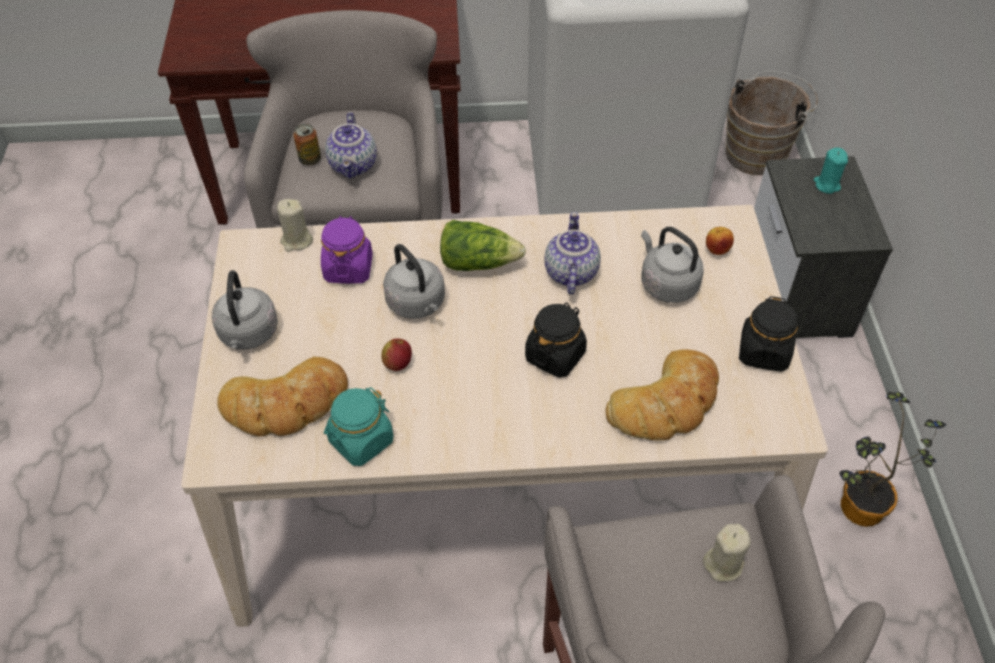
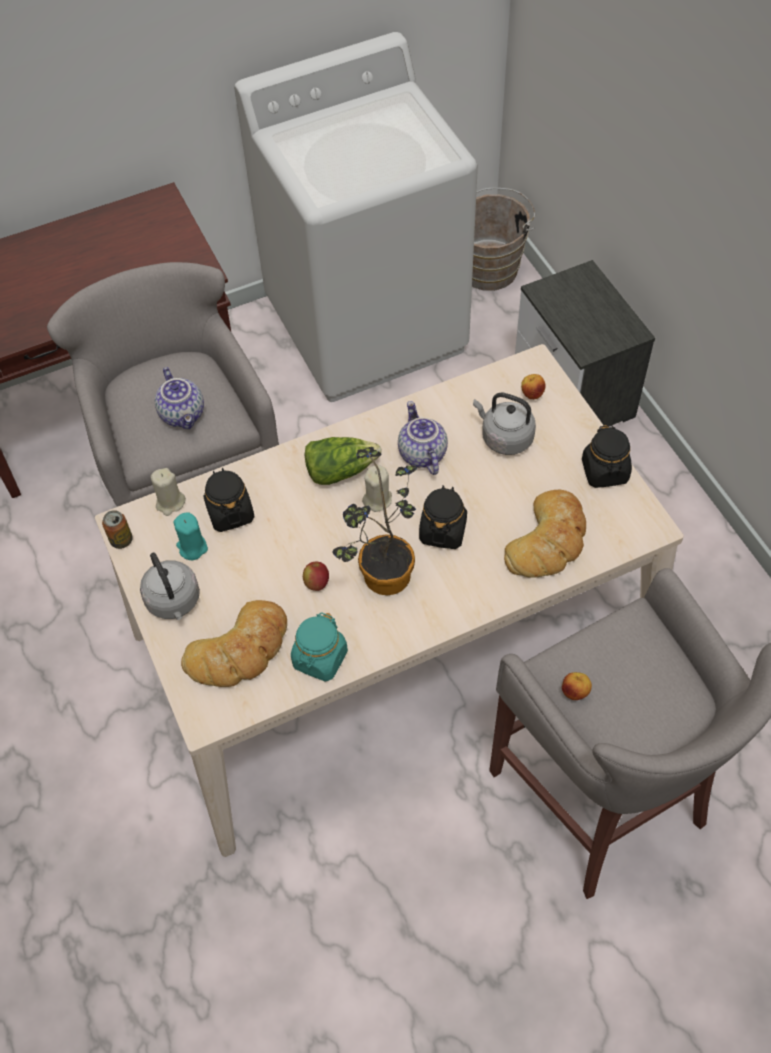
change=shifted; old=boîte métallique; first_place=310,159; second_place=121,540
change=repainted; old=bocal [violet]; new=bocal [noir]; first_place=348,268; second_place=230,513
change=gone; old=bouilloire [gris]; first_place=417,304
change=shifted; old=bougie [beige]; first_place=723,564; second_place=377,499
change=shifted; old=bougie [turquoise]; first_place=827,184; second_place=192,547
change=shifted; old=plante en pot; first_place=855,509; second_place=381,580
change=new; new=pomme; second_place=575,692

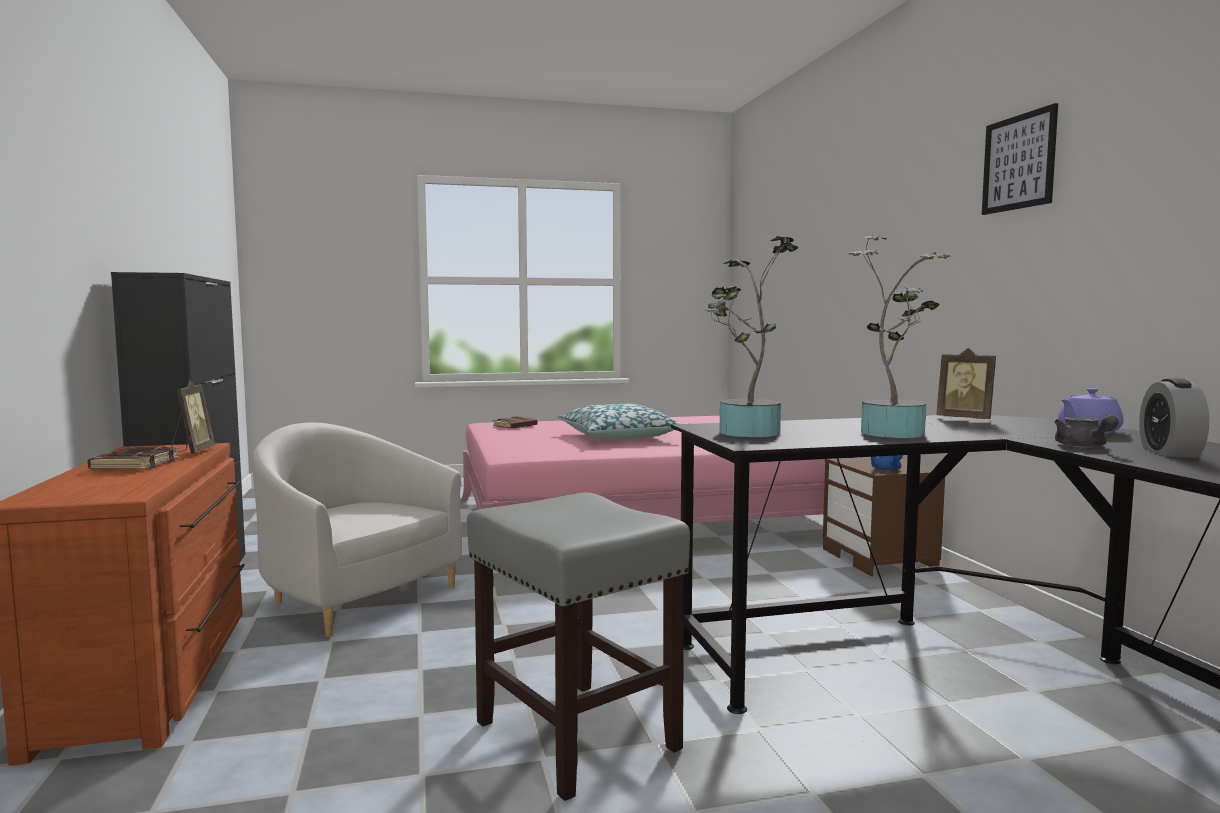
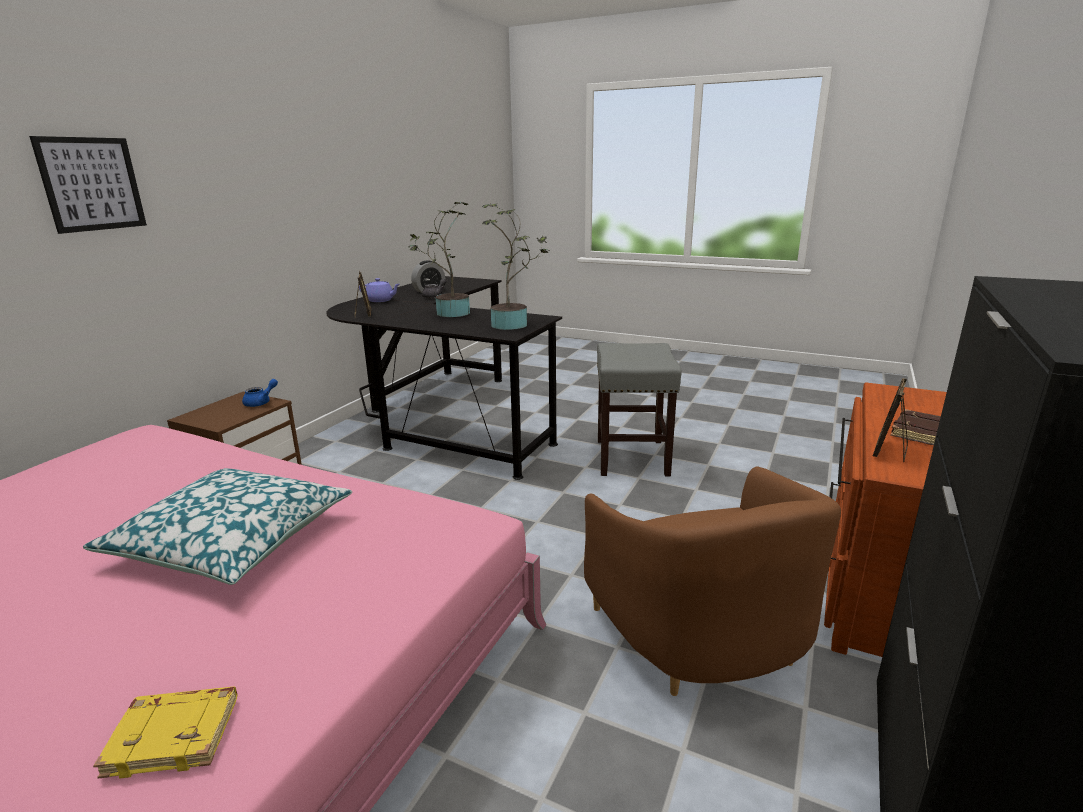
change=repainted; old=fauteuil [blanc]; new=fauteuil [marron]; first_place=354,596; second_place=702,637
change=repainted; old=livre [marron]; new=livre [jaune]; first_place=515,426; second_place=176,735
change=shifted; old=tableau; first_place=1019,162; second_place=91,184

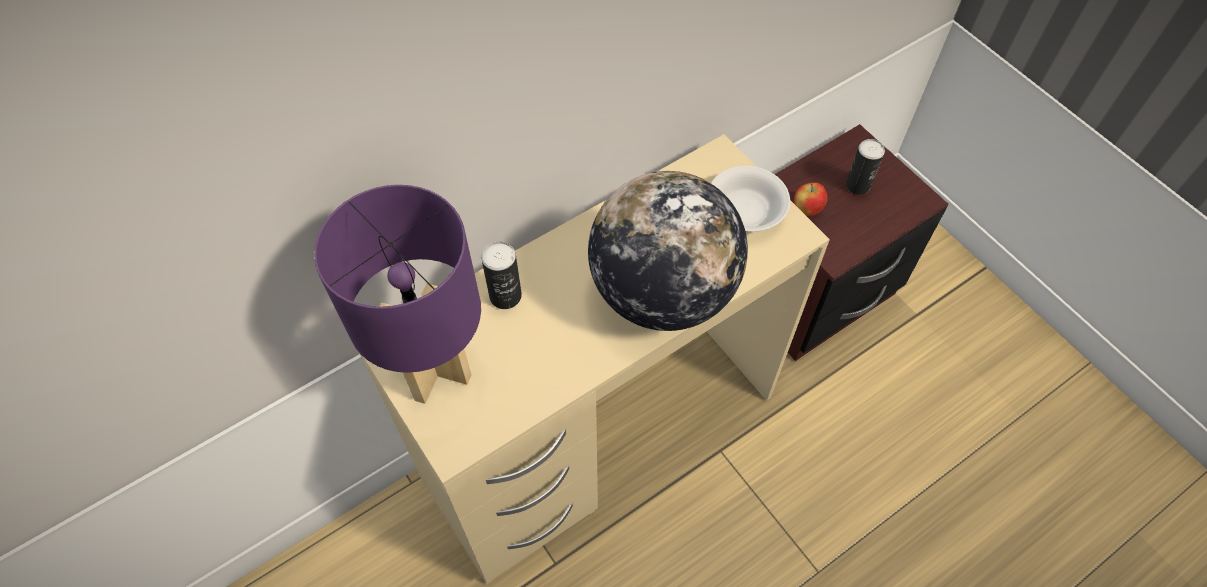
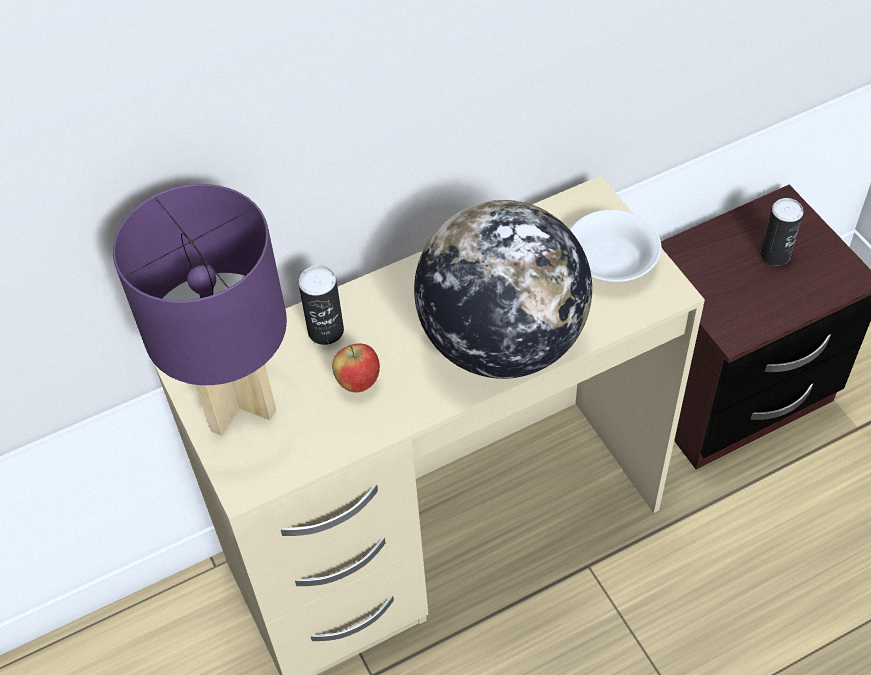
change=shifted; old=pomme; first_place=807,209; second_place=358,382

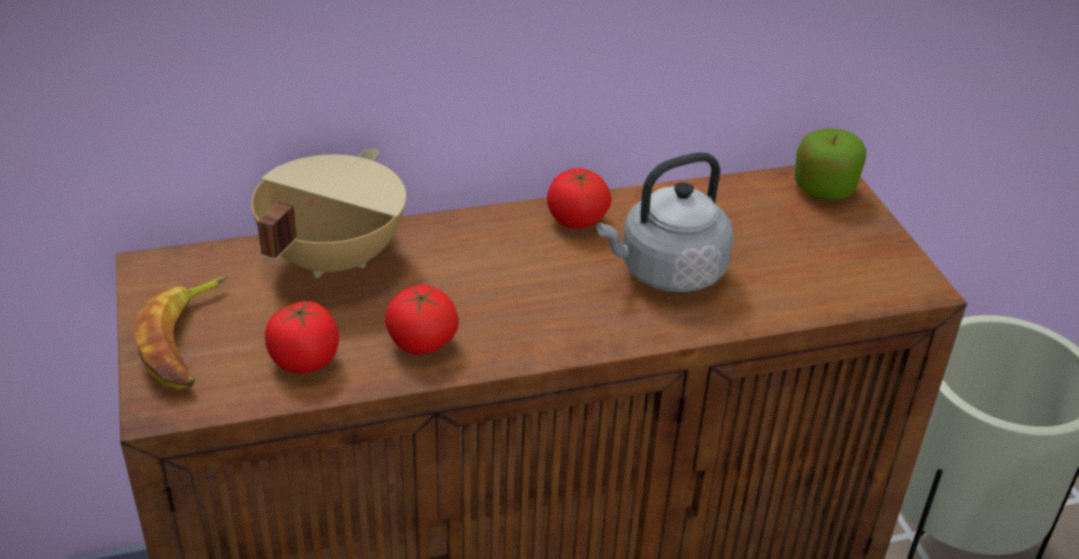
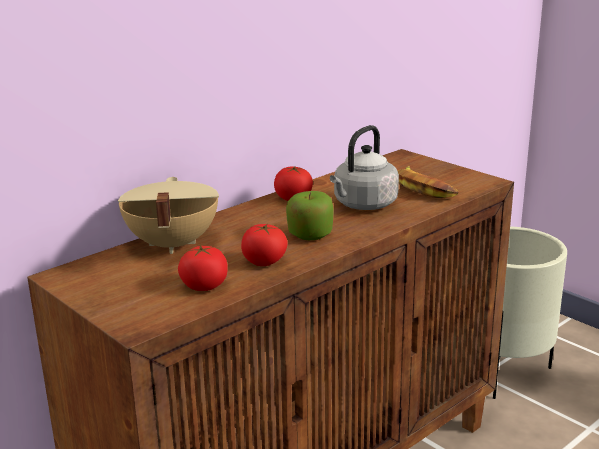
change=shifted; old=banane; first_place=186,341; second_place=424,188
change=shifted; old=pomme; first_place=824,189; second_place=310,234

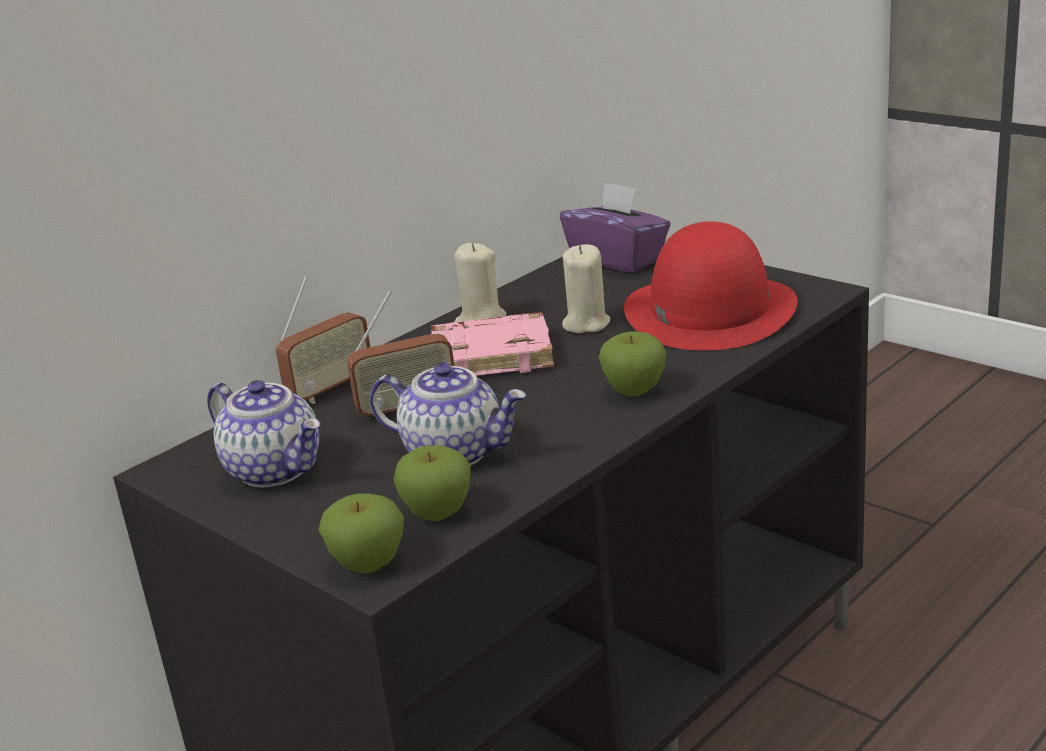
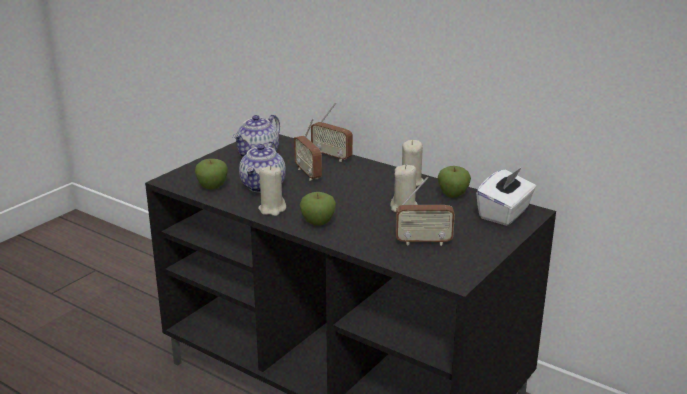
change=shifted; old=pomme; first_place=368,564; second_place=453,195
change=gone; old=livre [rose]; first_place=493,355
change=repainted; old=boîte à mouchoirs [violet]; new=boîte à mouchoirs [blanc]; first_place=618,259; second_place=504,213
change=swapped; old=chapeau [rouge]; new=radio; first_place=709,310; second_place=423,242
change=new; new=bougie [beige]; second_place=272,209

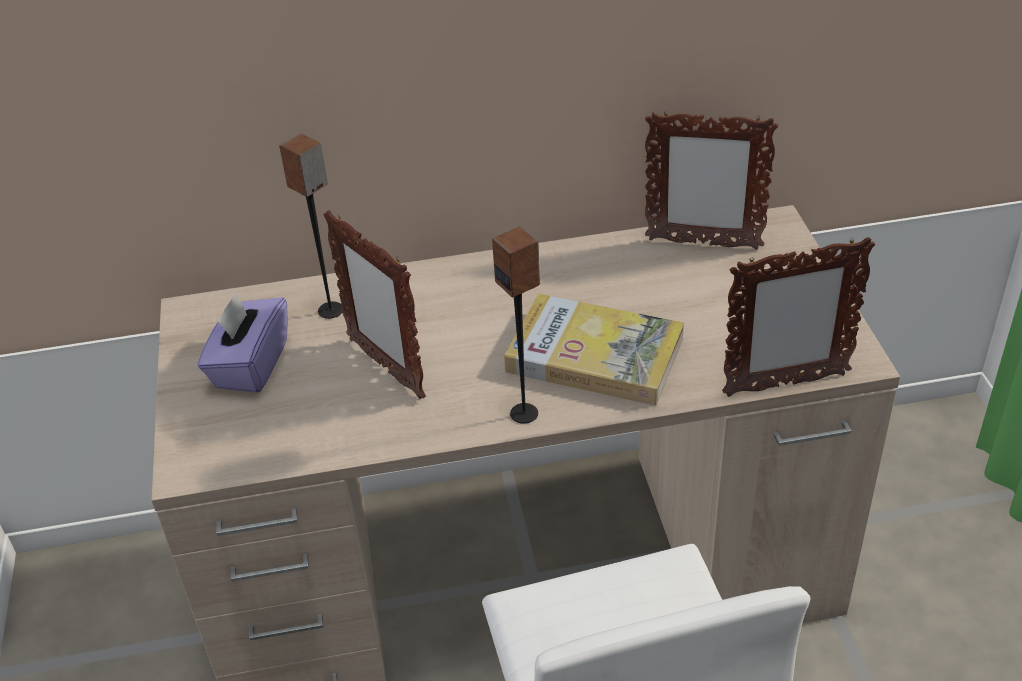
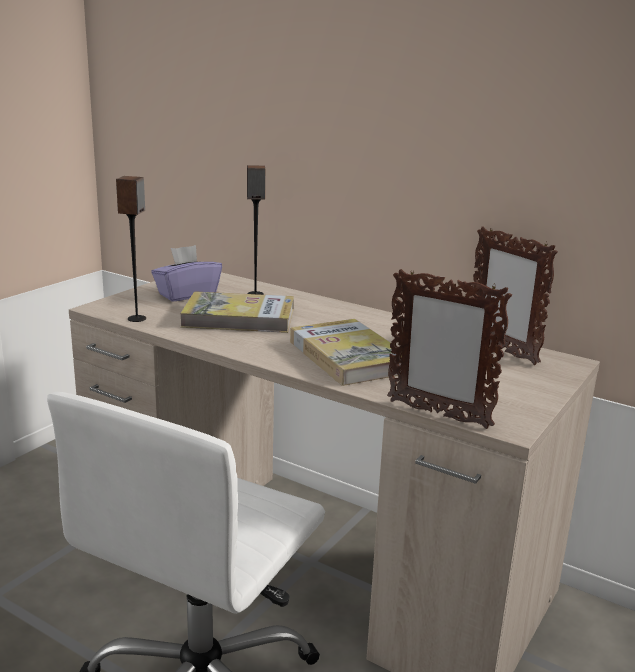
change=swapped; old=cadre photo; new=livre; first_place=385,368; second_place=239,318
change=shifted; old=enceinte; first_place=524,413; second_place=137,319

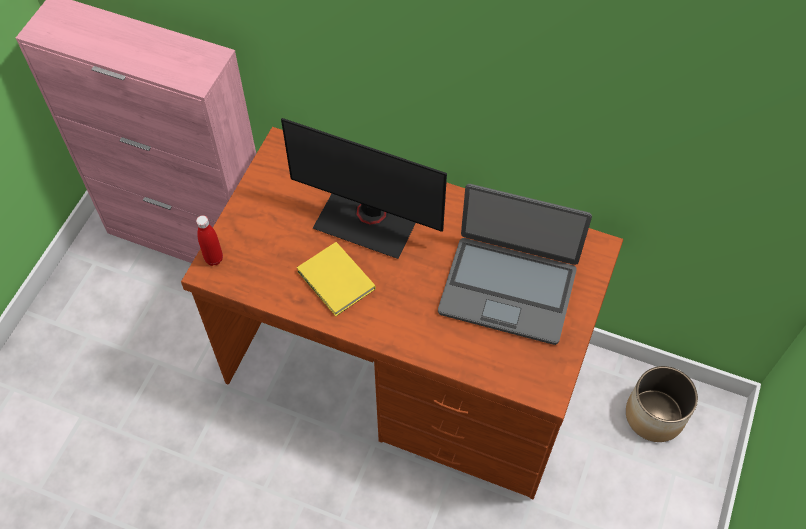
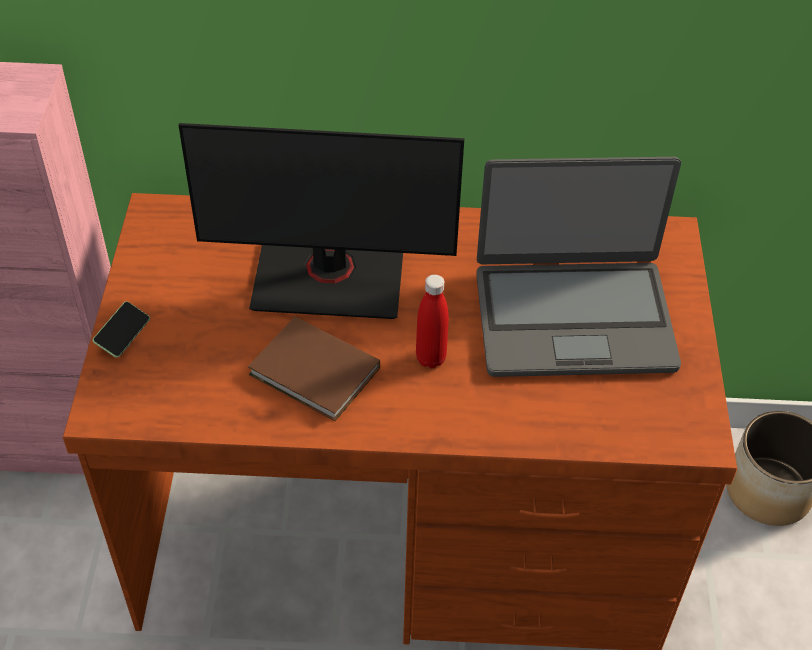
change=shifted; old=bouteille [rouge]; first_place=214,259; second_place=430,358
change=repainted; old=livre [jaune]; new=livre [marron]; first_place=336,282; second_place=316,374
change=new; new=téléphone; second_place=123,335

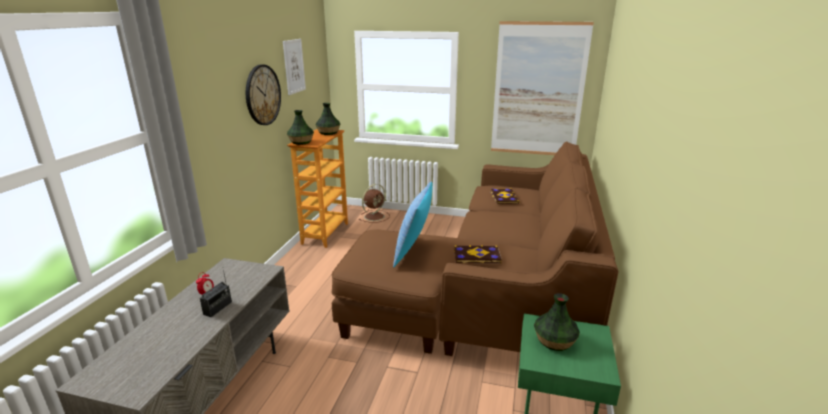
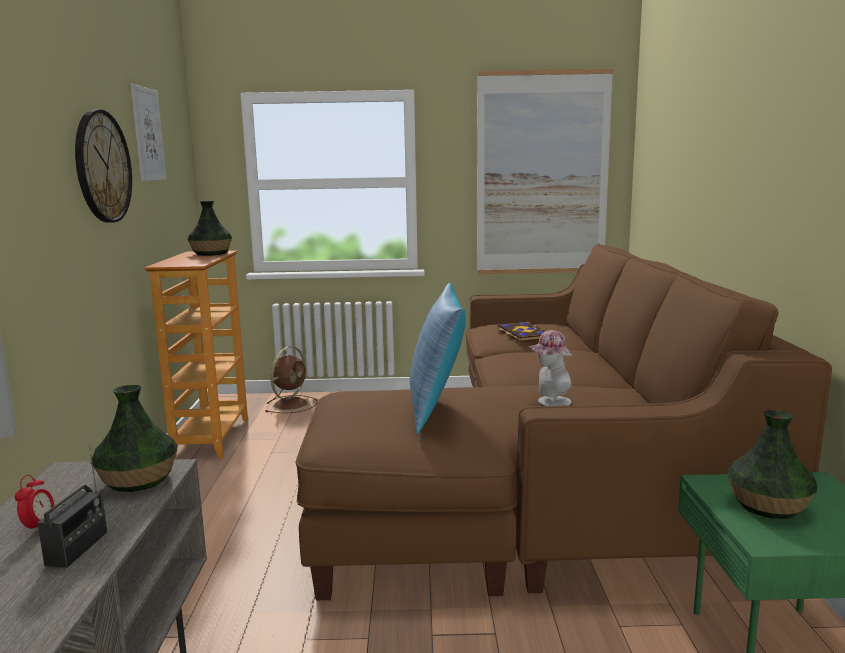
change=shifted; old=vase; first_place=301,142; second_place=139,480
change=swapped; old=livre; new=chapeau; first_place=477,256; second_place=550,402

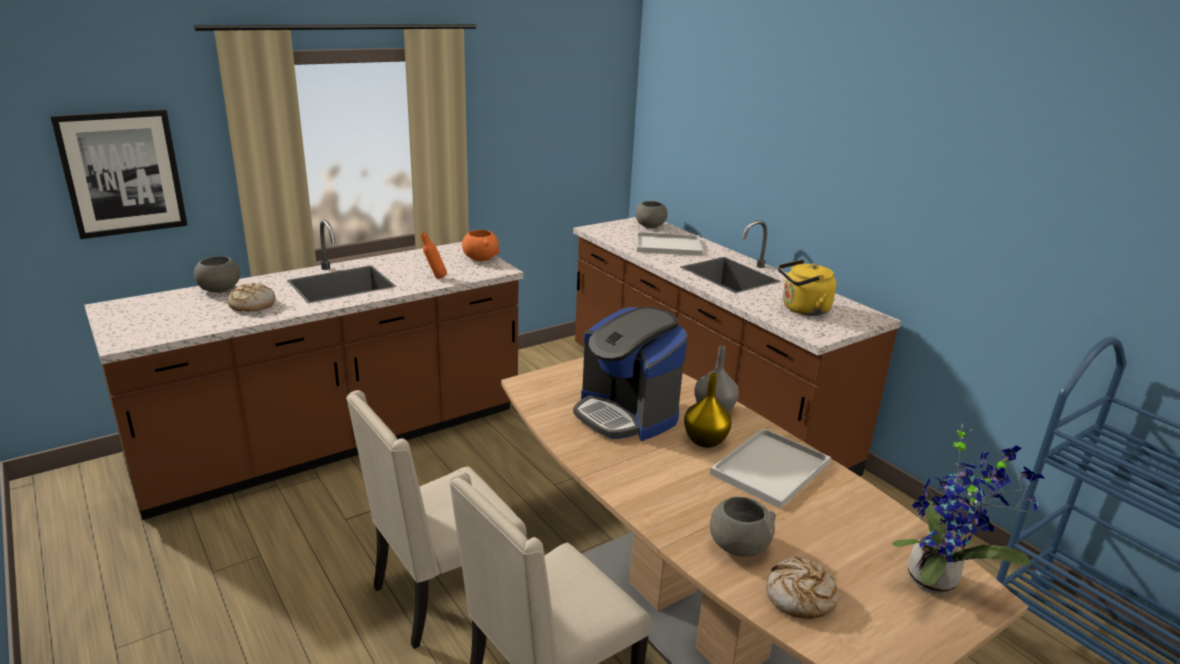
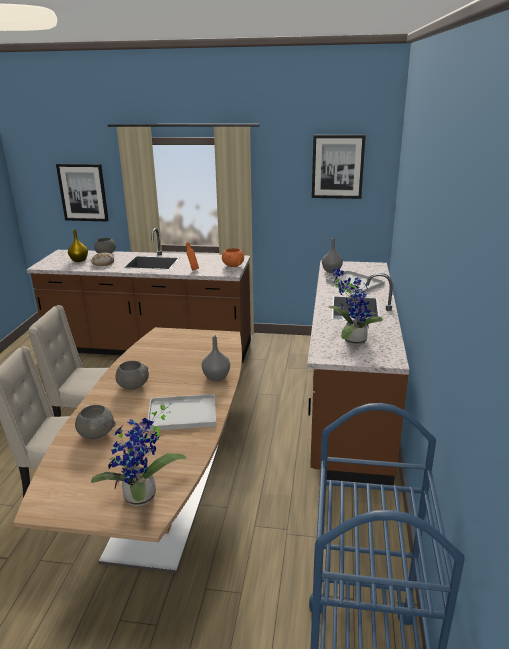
change=gone; old=machine à café; first_place=626,414
change=shifted; old=bol [gris]; first_place=650,226; second_place=133,386
change=shifted; old=vase [jaune]; first_place=705,441; second_place=78,260
change=gone; old=pain; first_place=800,597
change=swapped; old=bouilloire [jaune]; new=plante en pot; first_place=802,309; second_place=352,340
change=new; new=tableau; second_place=337,167
change=new; new=vase [gris]; second_place=332,271

